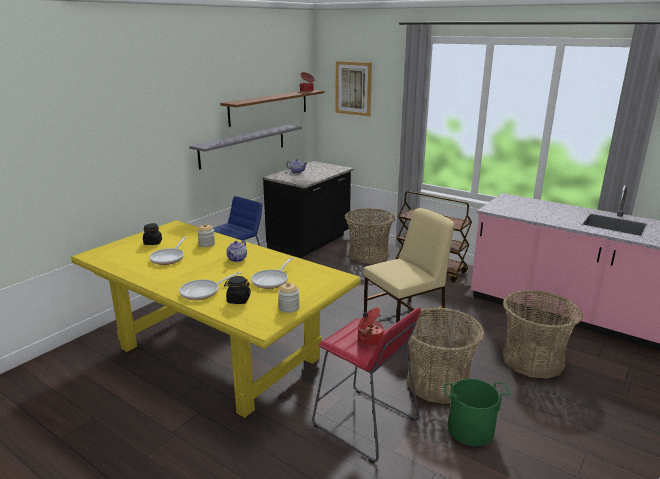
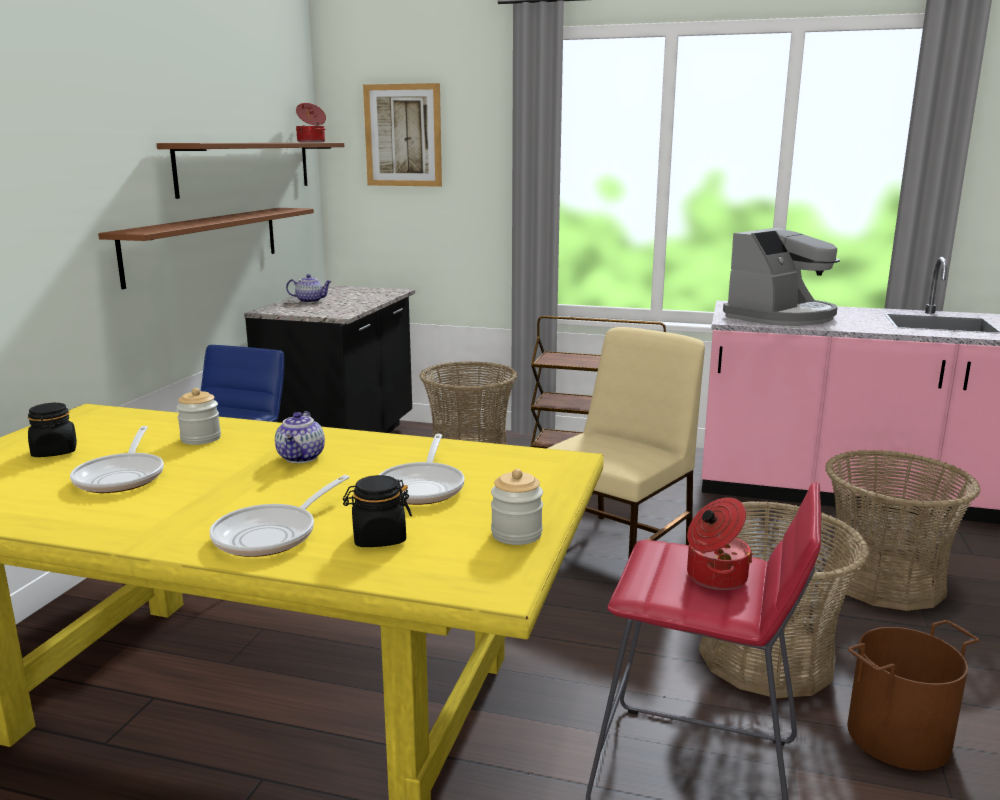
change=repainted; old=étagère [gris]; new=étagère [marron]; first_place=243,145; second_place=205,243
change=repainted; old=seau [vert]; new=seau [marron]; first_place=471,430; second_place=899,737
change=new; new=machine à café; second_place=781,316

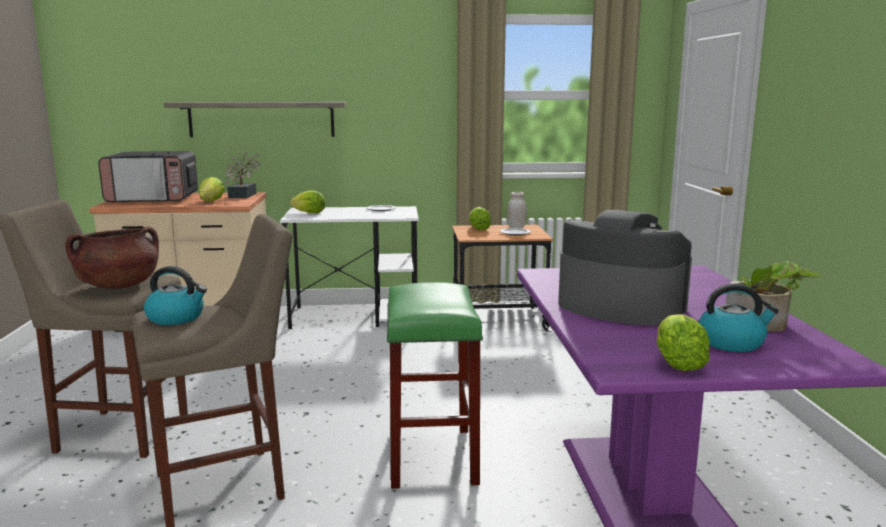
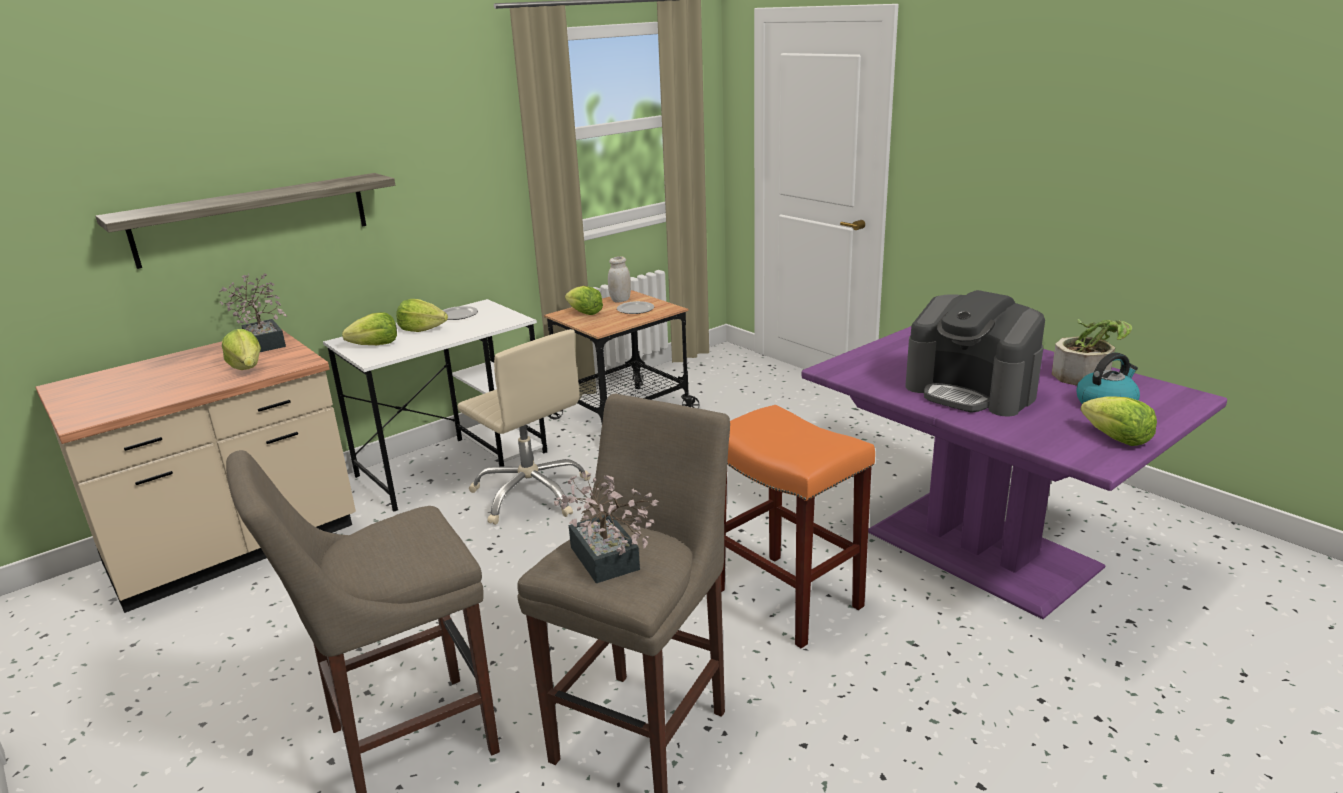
change=gone; old=marmite [marron]; first_place=119,286
change=gone; old=micro-ondes; first_place=154,199
change=swapped; old=bouilloire; new=plante en pot; first_place=176,318; second_place=607,563
change=repainted; old=tabouret [vert]; new=tabouret [orange]; first_place=431,456; second_place=785,598
change=rotated; old=machine à café; first_place=619,306; second_place=971,391; degrees=-135
change=new; new=laitue; second_place=422,330
change=new; new=chaise de bureau [beige]; second_place=531,493

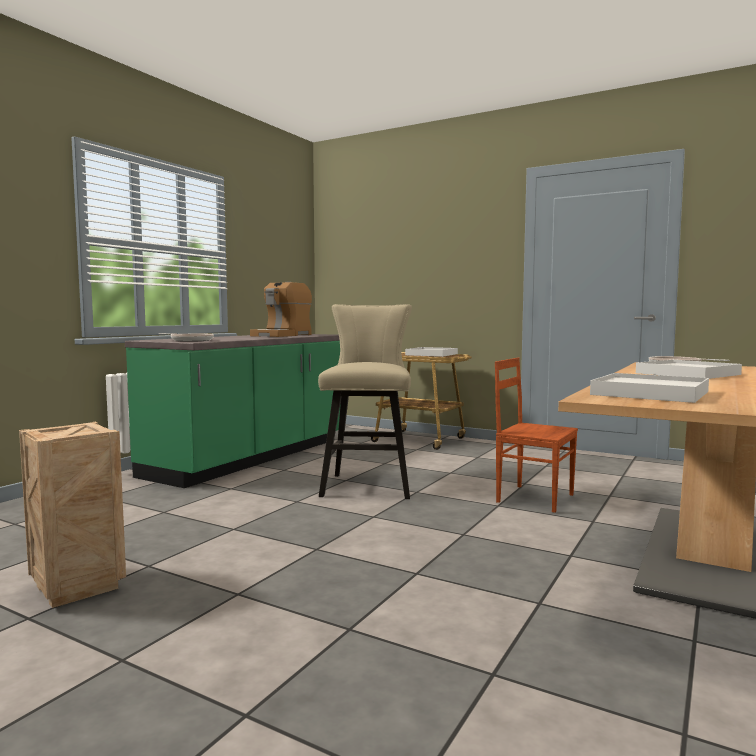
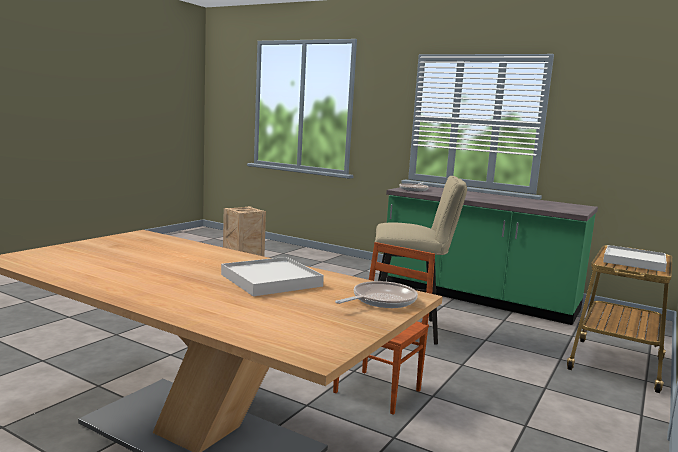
change=gone; old=machine à café; first_place=282,335
change=gone; old=plateau [blanc]; first_place=649,393

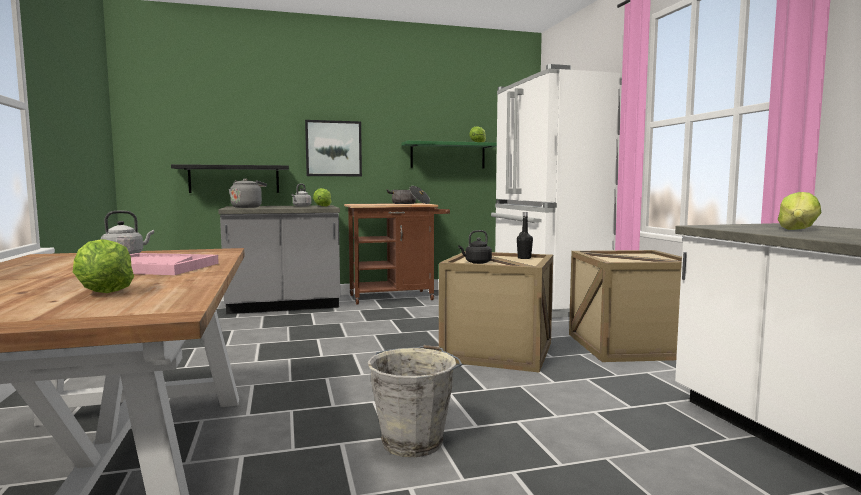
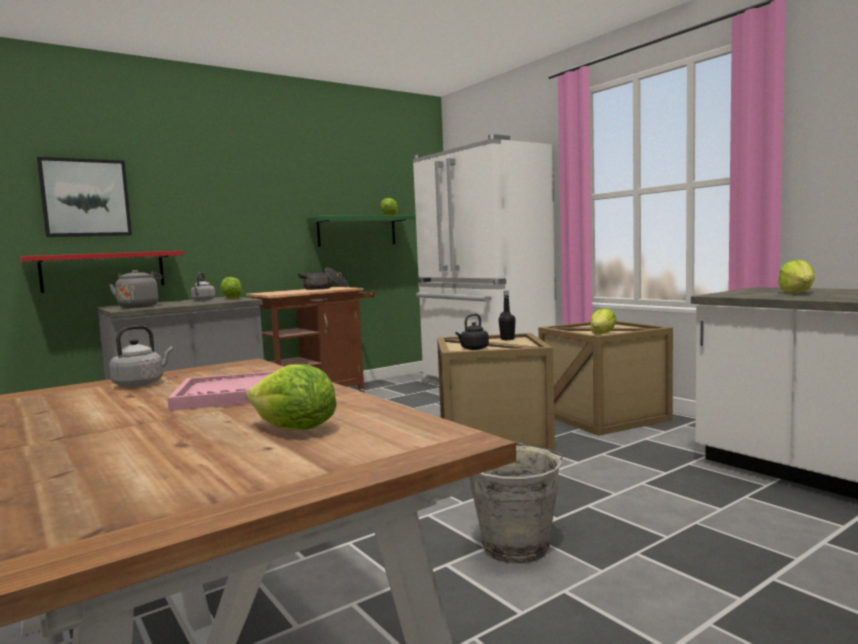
change=repainted; old=étagère [noir]; new=étagère [rouge]; first_place=234,179; second_place=103,271
change=shifted; old=tableau; first_place=333,148; second_place=85,198
change=new; new=laitue; second_place=602,334

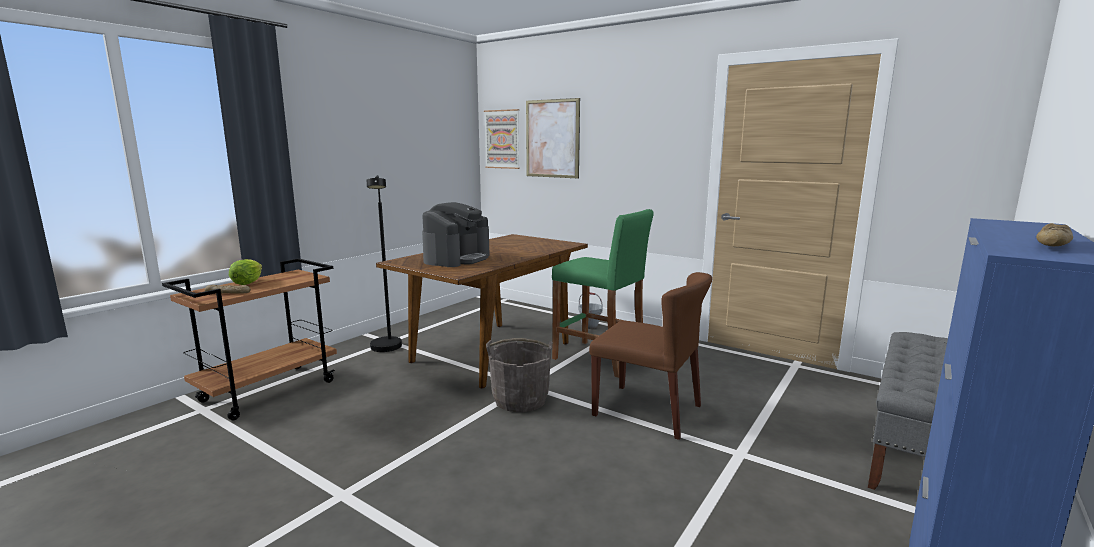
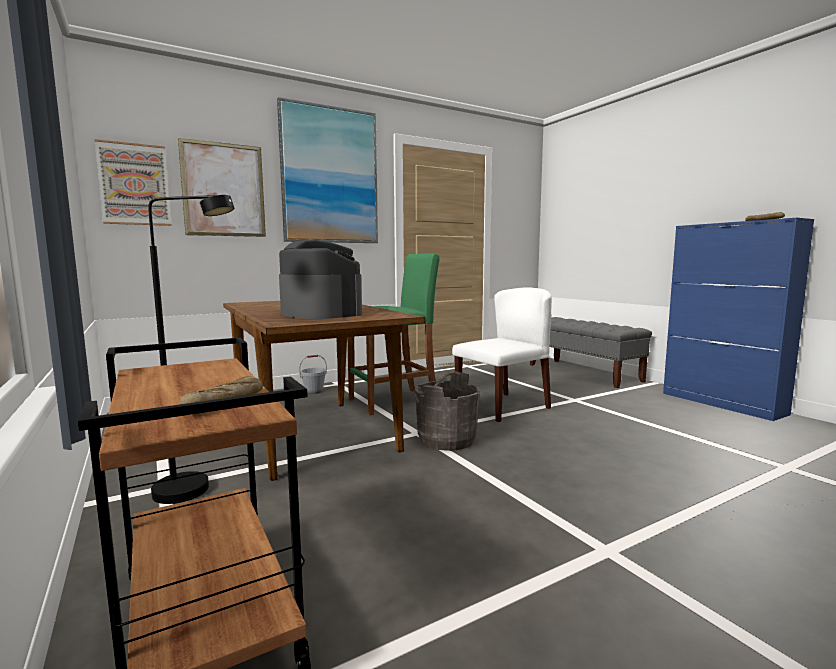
change=gone; old=laitue; first_place=247,283
change=repainted; old=chaise [marron]; new=chaise [blanc]; first_place=648,410; second_place=503,406
change=new; new=tableau; second_place=330,176

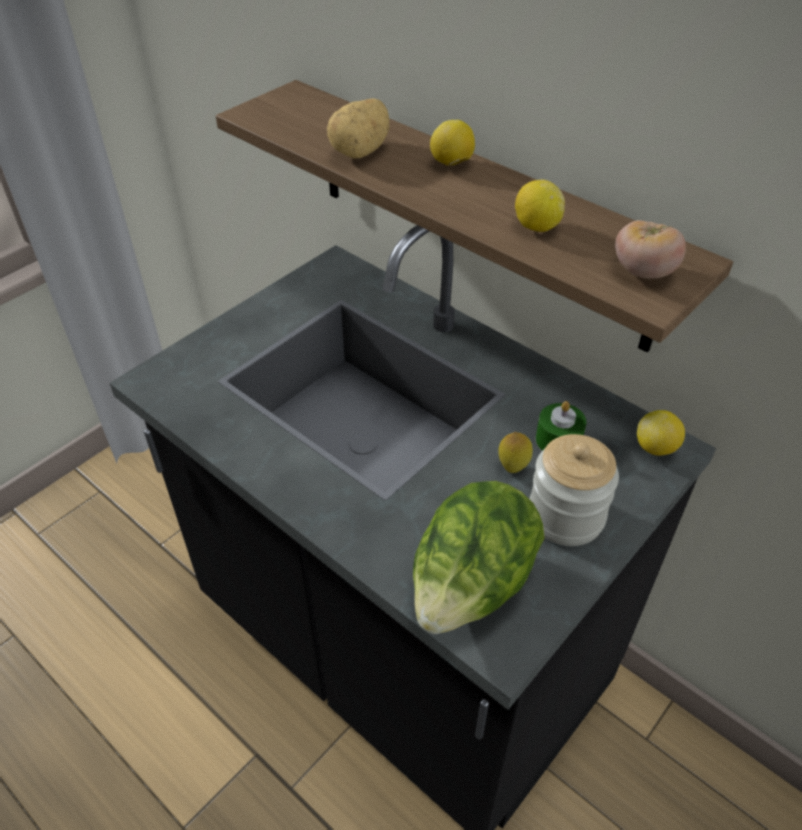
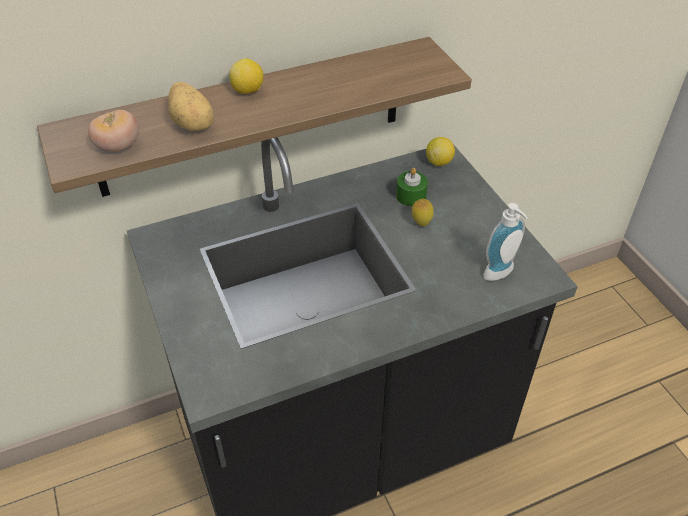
change=swapped; old=laitue; new=distributeur de savon; first_place=471,587; second_place=501,274
change=gone; old=citron; first_place=536,226
change=gone; old=bocal; first_place=565,516
change=shifted; old=tomate; first_place=643,272; second_place=118,147

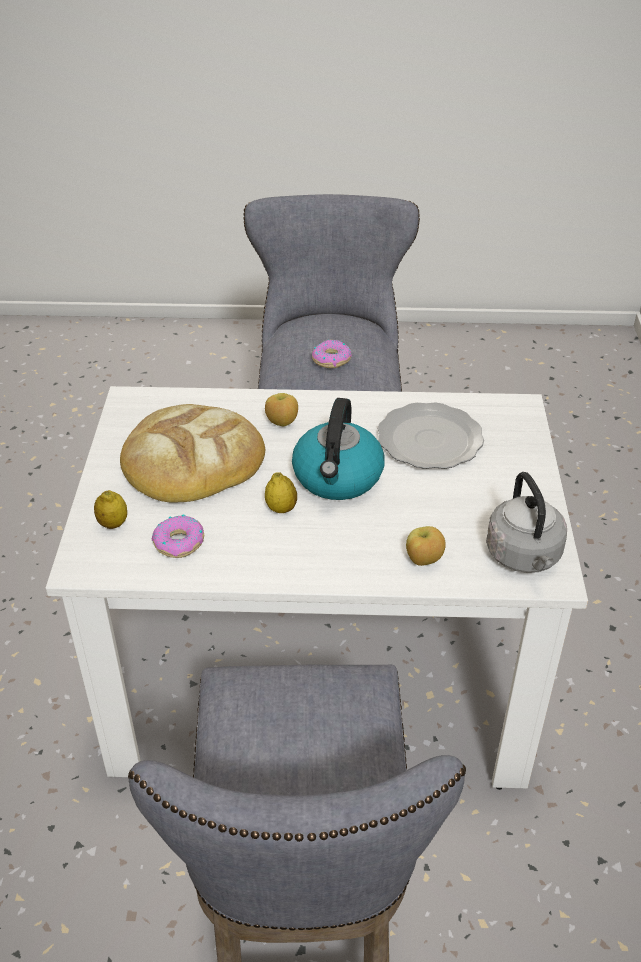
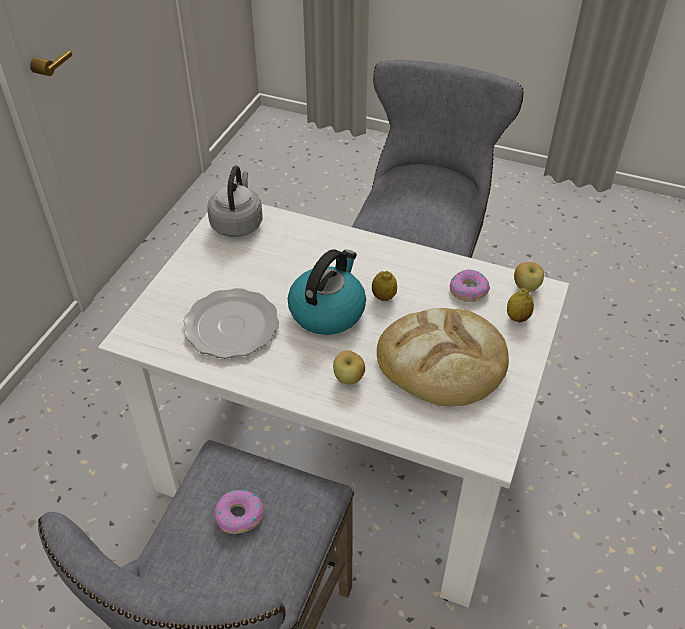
change=shifted; old=pomme; first_place=423,560; second_place=526,287

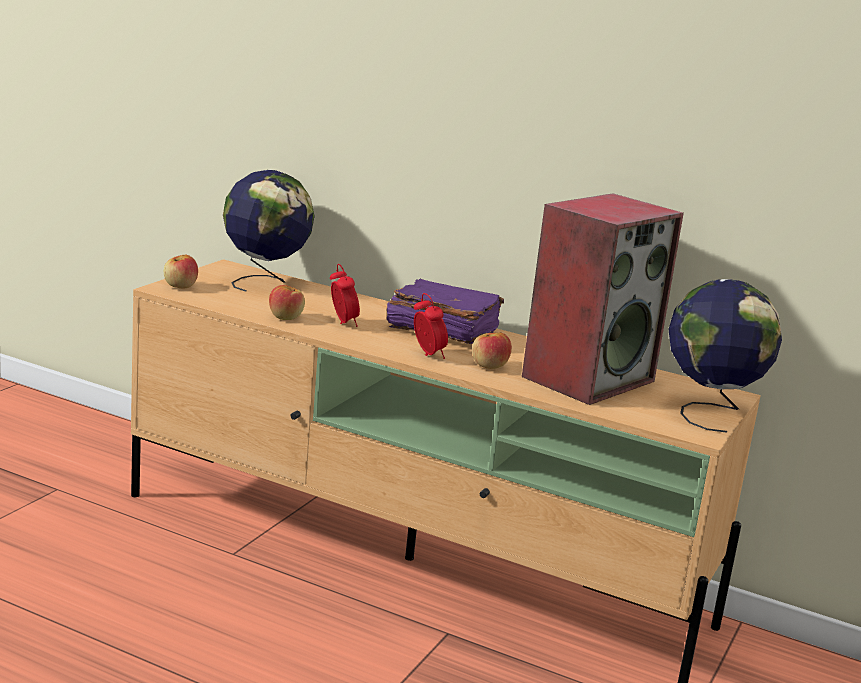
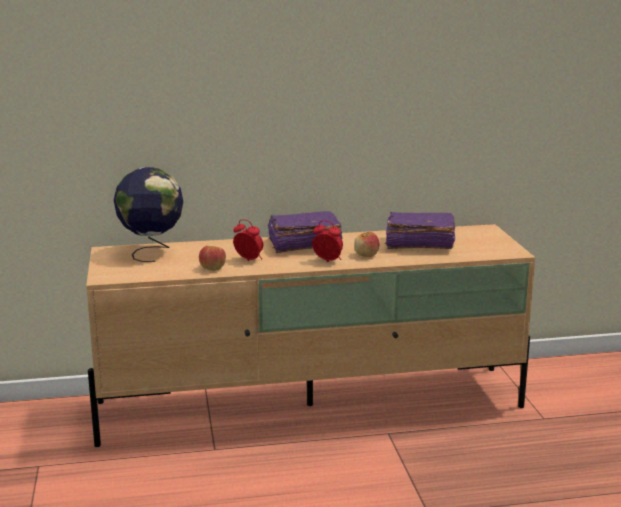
change=gone; old=pomme; first_place=180,286
change=swapped; old=enceinte; new=livre [violet]; first_place=588,378; second_place=418,244
change=gone; old=globe; first_place=709,413

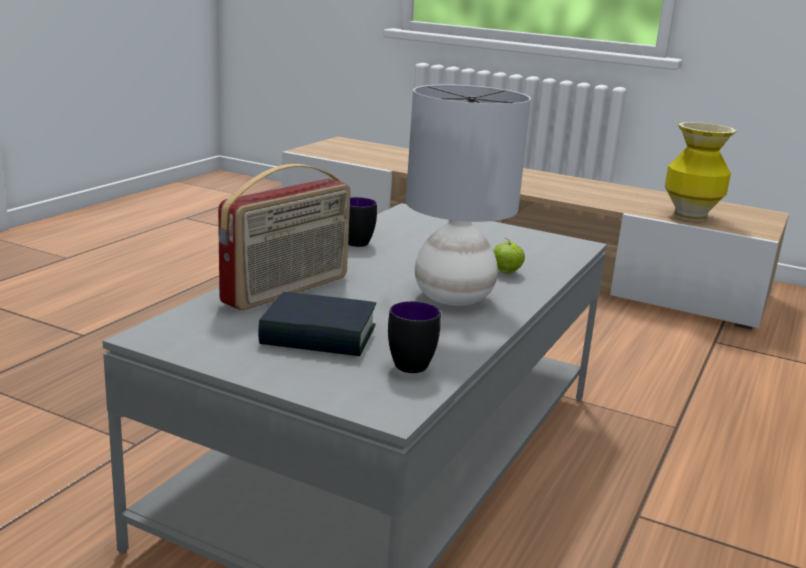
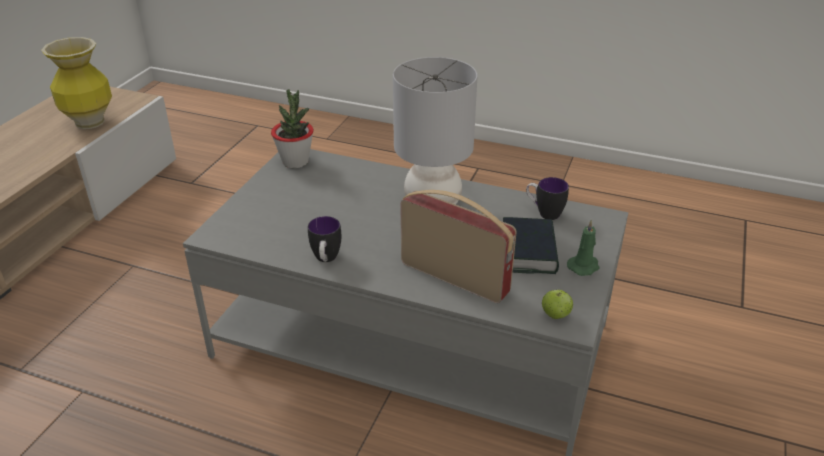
change=shifted; old=pomme; first_place=506,272; second_place=555,315
change=new; new=plante en pot; second_place=295,162
change=new; new=bougie [vert]; second_place=584,266

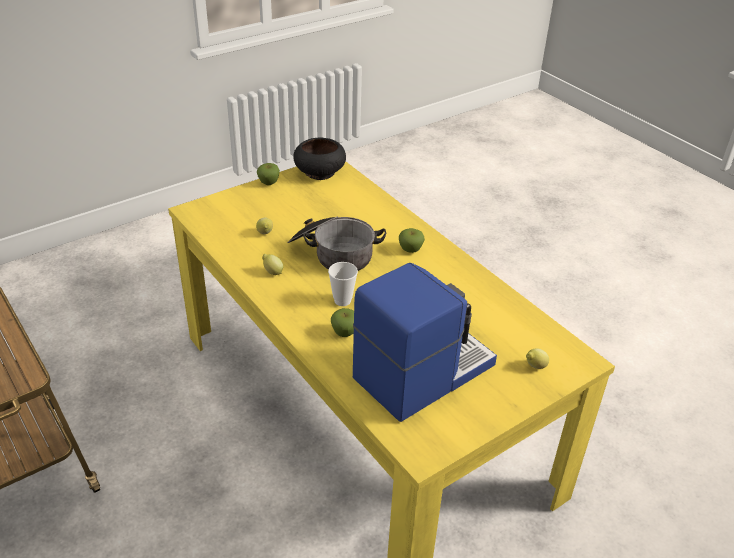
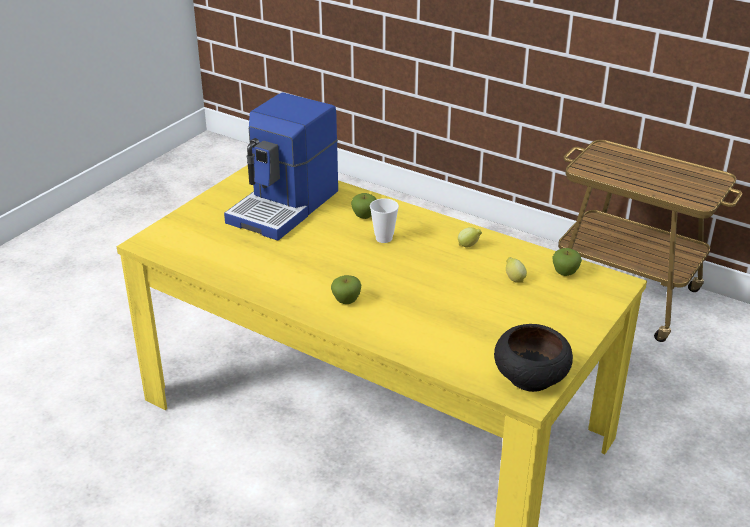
change=shifted; old=pomme; first_place=268,183; second_place=565,273
change=gone; old=marmite; first_place=333,254
change=gone; old=citron; first_place=534,367

